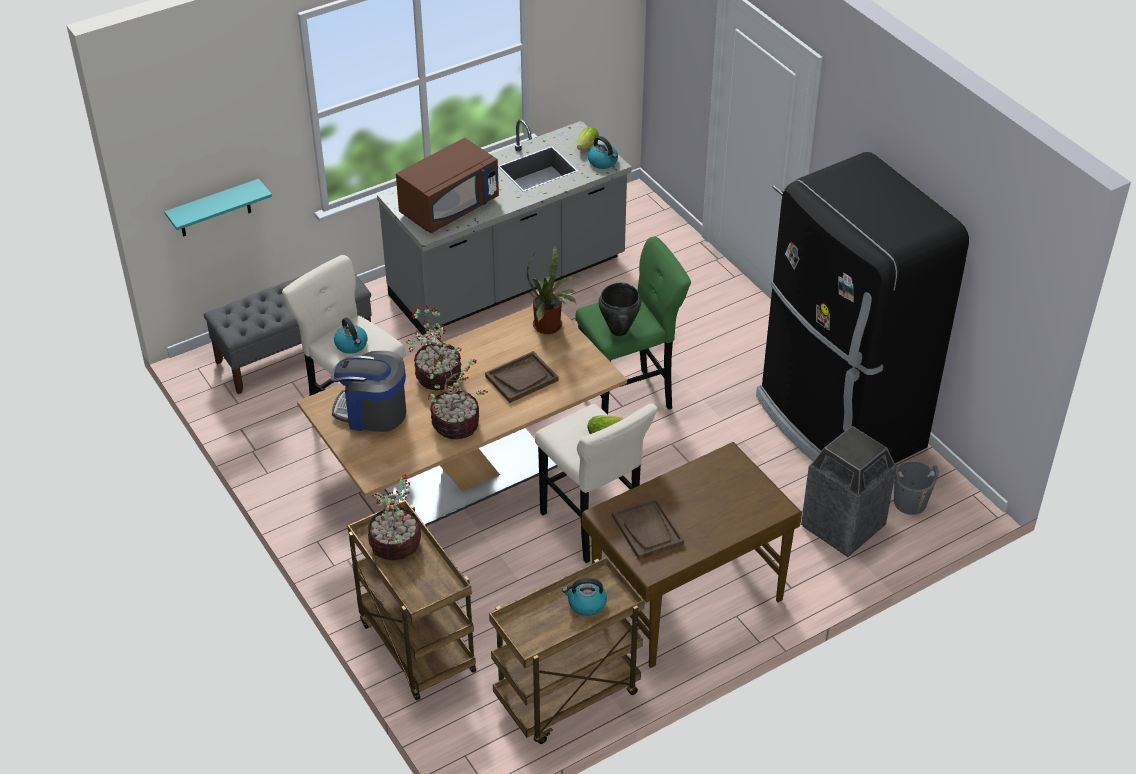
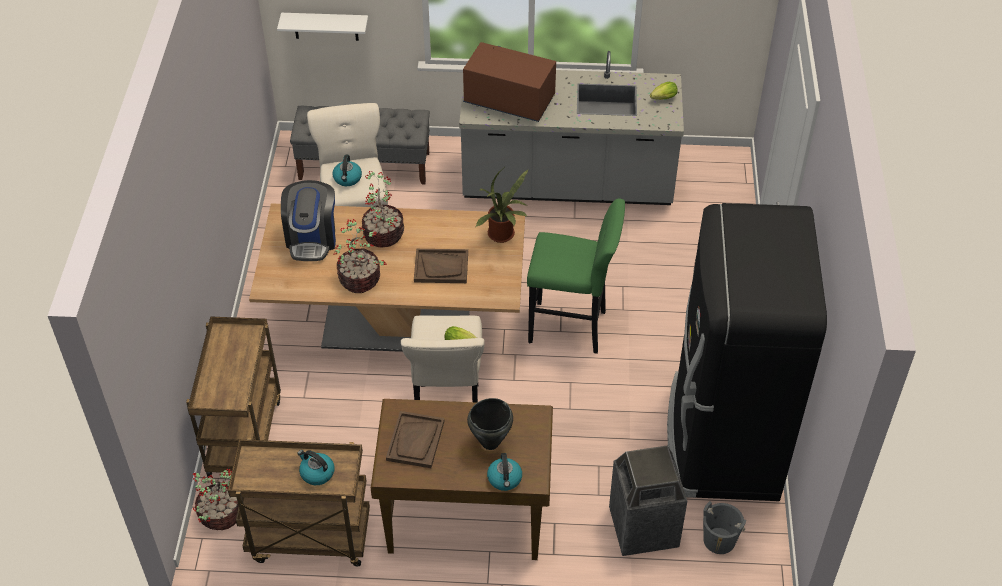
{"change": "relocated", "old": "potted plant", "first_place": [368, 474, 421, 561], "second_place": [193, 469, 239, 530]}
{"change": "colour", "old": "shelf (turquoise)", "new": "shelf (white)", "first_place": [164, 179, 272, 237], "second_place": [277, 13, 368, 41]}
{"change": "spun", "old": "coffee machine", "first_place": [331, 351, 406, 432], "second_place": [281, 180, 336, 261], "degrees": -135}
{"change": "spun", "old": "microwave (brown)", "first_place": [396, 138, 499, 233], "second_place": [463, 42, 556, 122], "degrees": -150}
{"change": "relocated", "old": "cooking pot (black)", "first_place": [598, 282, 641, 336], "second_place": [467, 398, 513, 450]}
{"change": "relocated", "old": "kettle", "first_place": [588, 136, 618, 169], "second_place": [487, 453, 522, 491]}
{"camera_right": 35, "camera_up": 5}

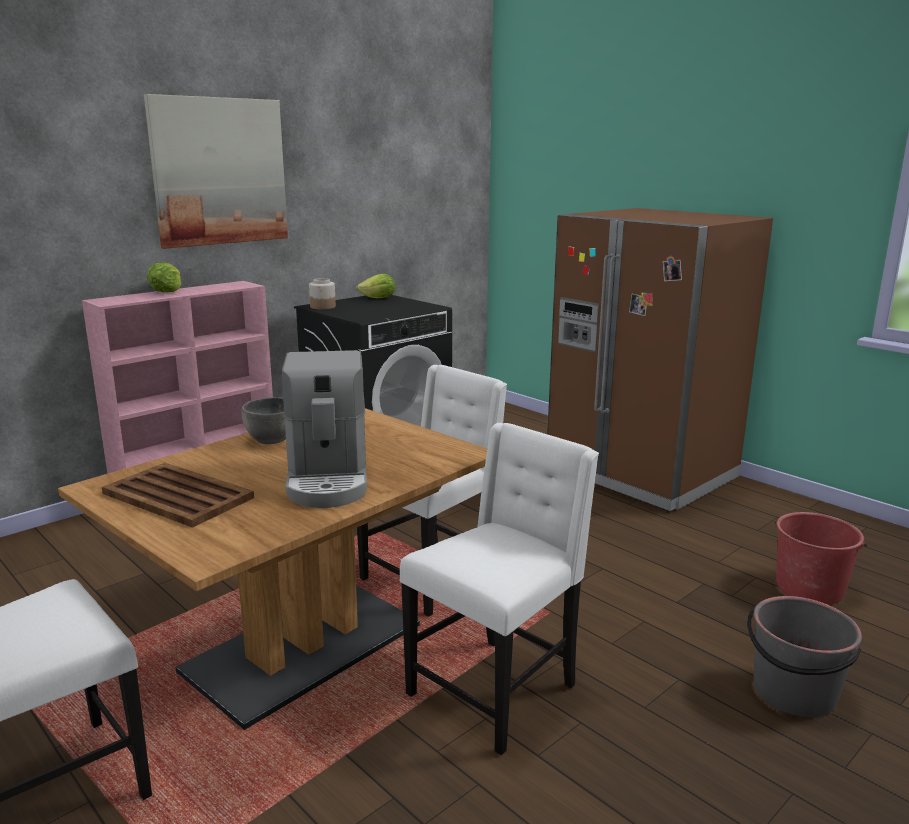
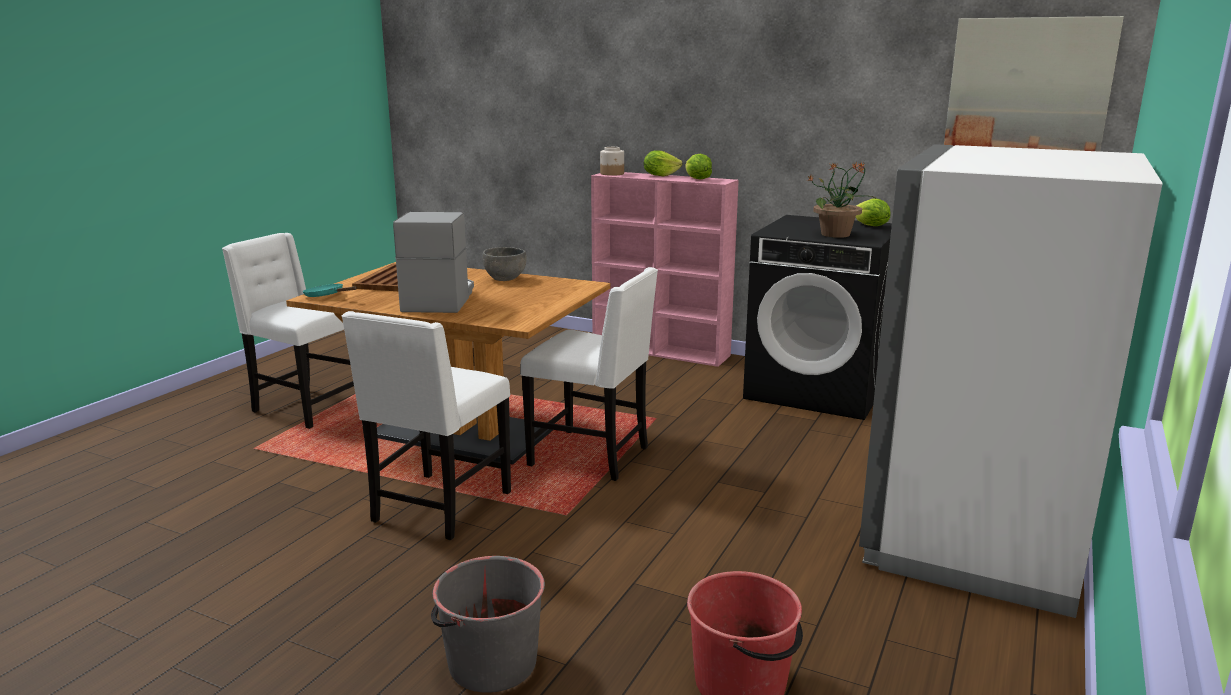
{"change": "appeared", "new": "frying pan (turquoise)", "second_place": [303, 283, 357, 297]}
{"change": "spun", "old": "chair (white)", "first_place": [400, 423, 599, 755], "second_place": [342, 311, 511, 540], "degrees": 90}
{"change": "spun", "old": "coffee machine", "first_place": [282, 350, 367, 508], "second_place": [393, 212, 474, 313], "degrees": 120}
{"change": "relocated", "old": "jar", "first_place": [309, 278, 336, 310], "second_place": [600, 147, 624, 176]}
{"change": "appeared", "new": "lettuce", "second_place": [685, 154, 712, 180]}
{"change": "appeared", "new": "potted plant", "second_place": [807, 161, 875, 238]}
{"change": "colour", "old": "fridge (brown)", "new": "fridge (white)", "first_place": [547, 208, 773, 511], "second_place": [859, 144, 1163, 618]}
{"change": "relocated", "old": "picture", "first_place": [144, 94, 288, 249], "second_place": [944, 16, 1124, 151]}
{"camera_right": 70, "camera_up": 0}

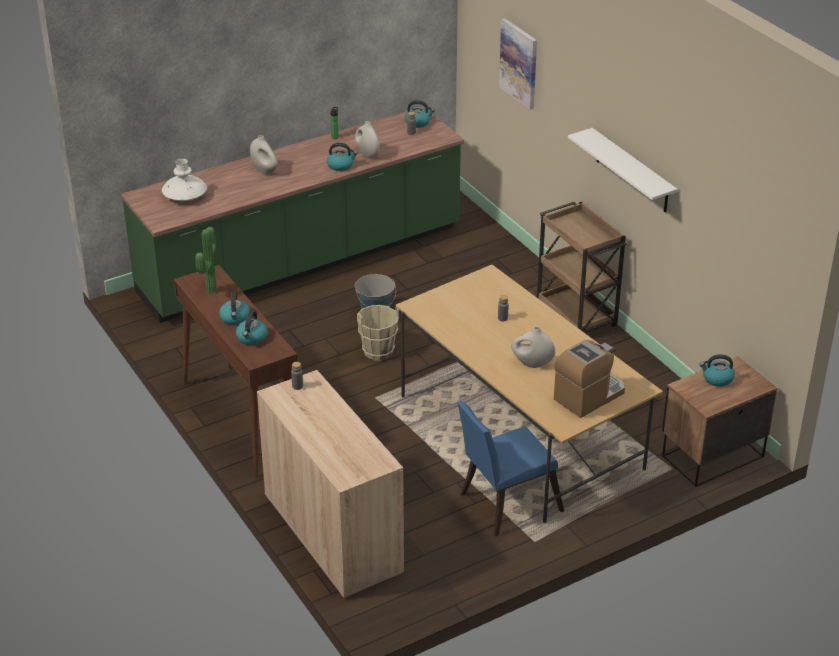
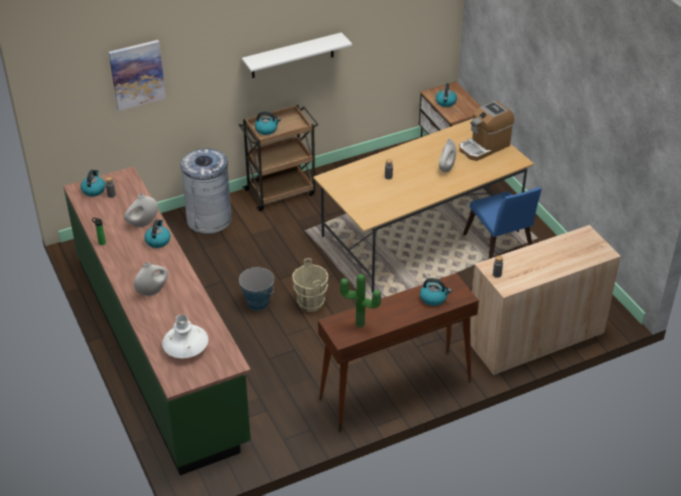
{"change": "appeared", "new": "trash can (grey)", "second_place": [181, 149, 231, 234]}
{"change": "relocated", "old": "kettle", "first_place": [219, 292, 250, 326], "second_place": [255, 111, 281, 135]}
{"change": "spun", "old": "coffee machine", "first_place": [554, 340, 625, 418], "second_place": [459, 101, 514, 161], "degrees": -90}
{"camera_right": -85, "camera_up": 5}

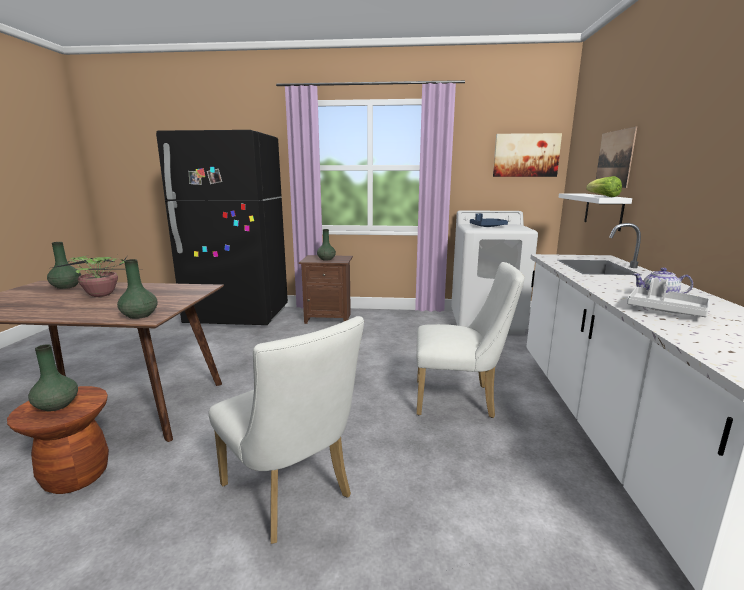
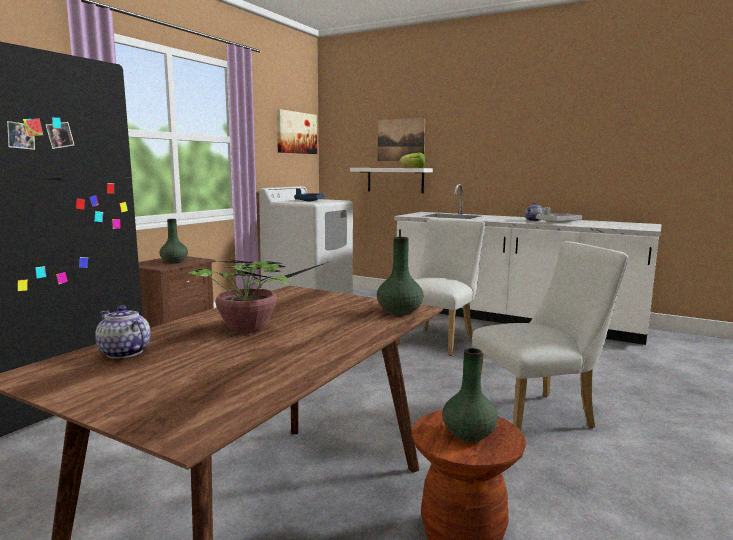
{"change": "exchanged", "old": "vase (green)", "new": "teapot", "first_place": [47, 242, 81, 289], "second_place": [95, 305, 151, 359]}
{"camera_right": -65, "camera_up": -5}

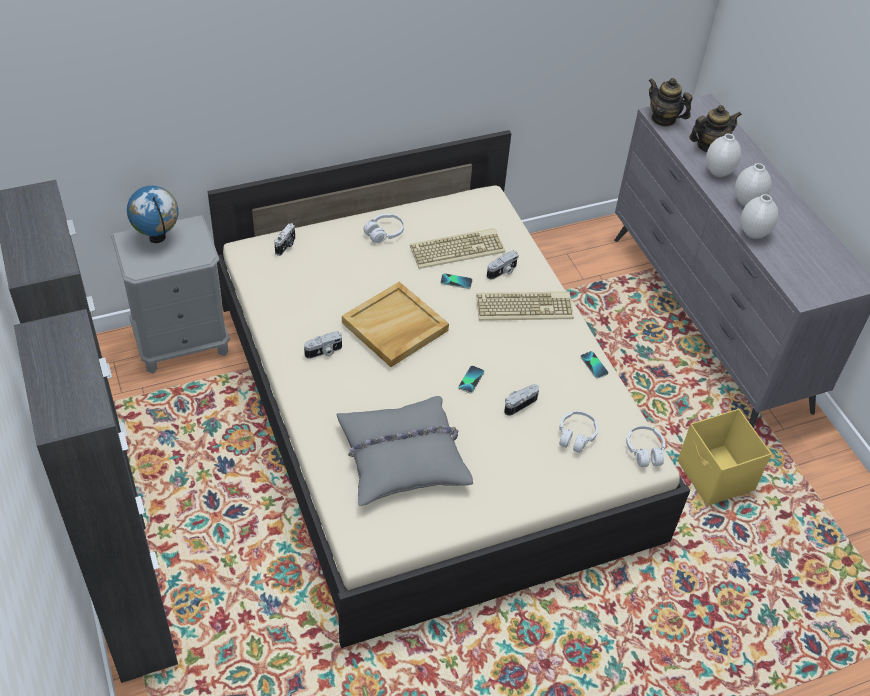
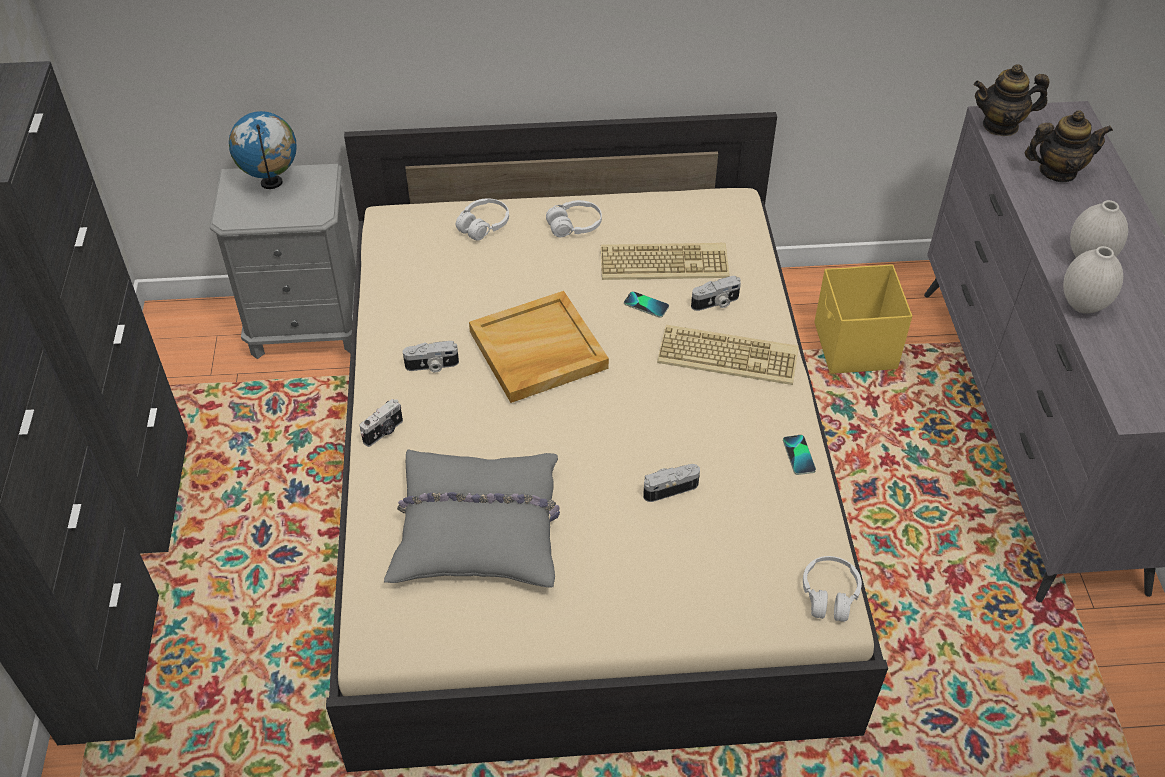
{"change": "relocated", "old": "photo camera", "first_place": [274, 223, 295, 256], "second_place": [360, 399, 403, 447]}
{"change": "relocated", "old": "headphones (white)", "first_place": [559, 411, 598, 453], "second_place": [456, 198, 509, 240]}
{"change": "relocated", "old": "storage box (yellow)", "first_place": [677, 409, 772, 506], "second_place": [815, 264, 912, 374]}
{"change": "spun", "old": "teapot", "first_place": [648, 78, 693, 126], "second_place": [974, 64, 1049, 136], "degrees": -60}
{"change": "missing", "old": "phone", "first_place": [458, 366, 484, 393]}
{"change": "missing", "old": "vase (white)", "first_place": [706, 134, 741, 177]}
{"camera_right": 20, "camera_up": 0}

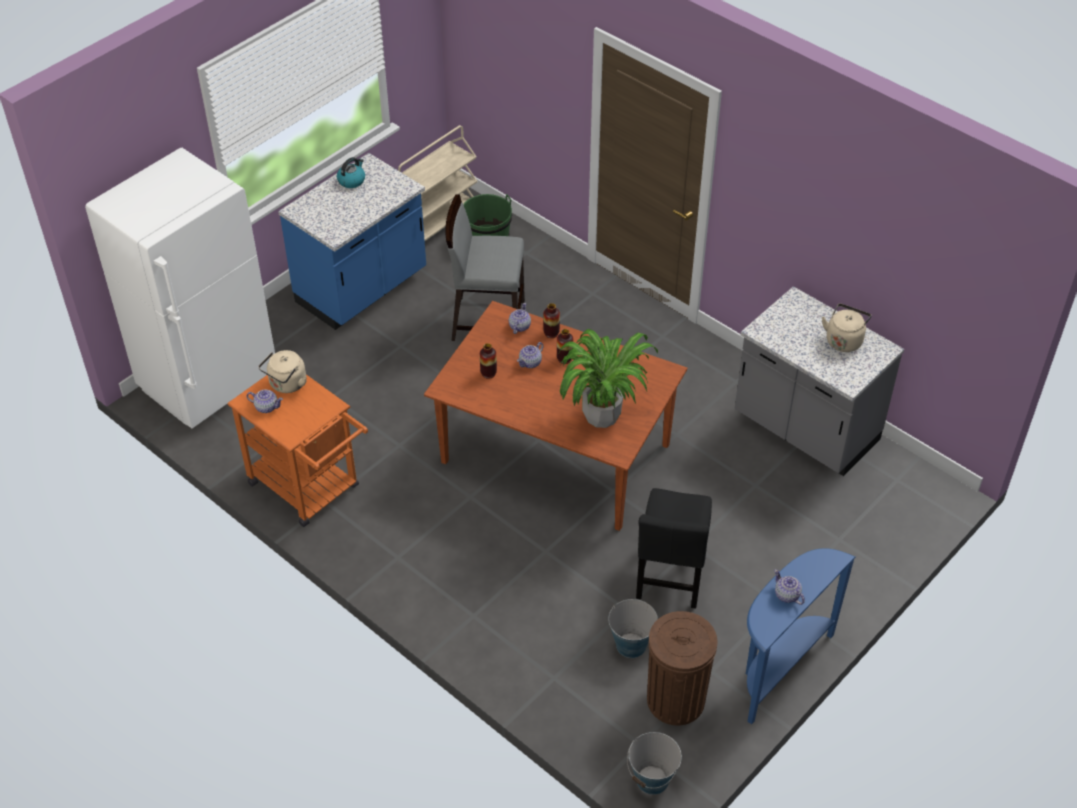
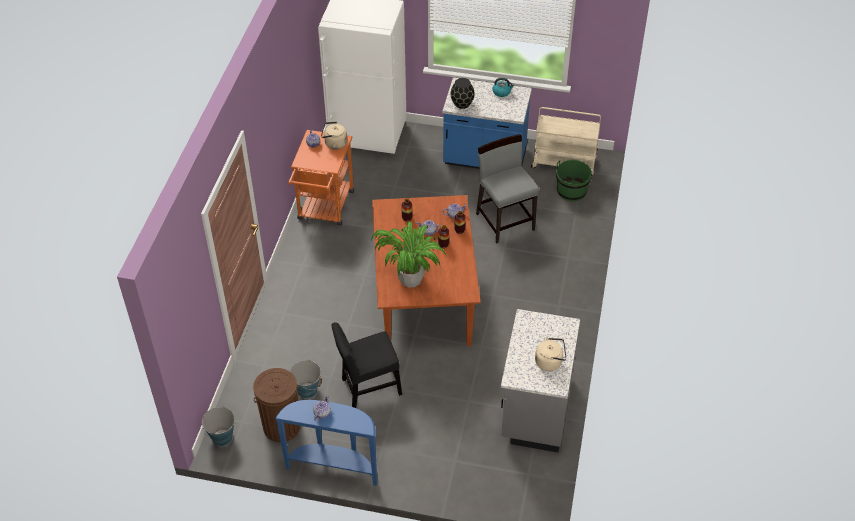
{"change": "appeared", "new": "vase (black)", "second_place": [450, 78, 475, 109]}
{"camera_right": 60, "camera_up": 0}

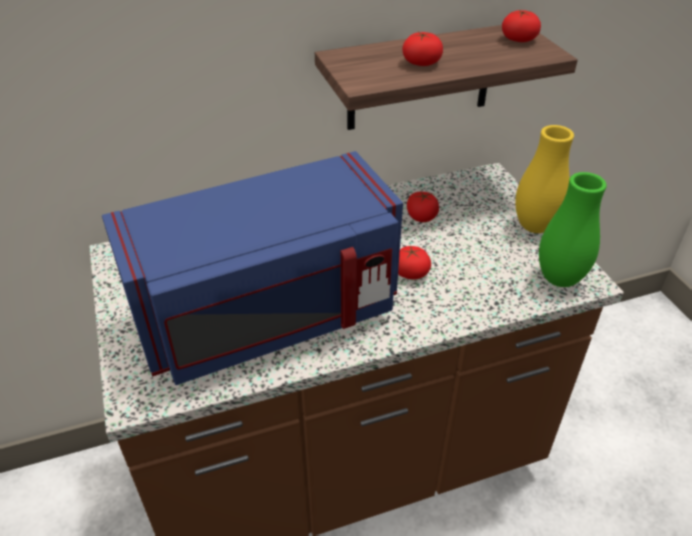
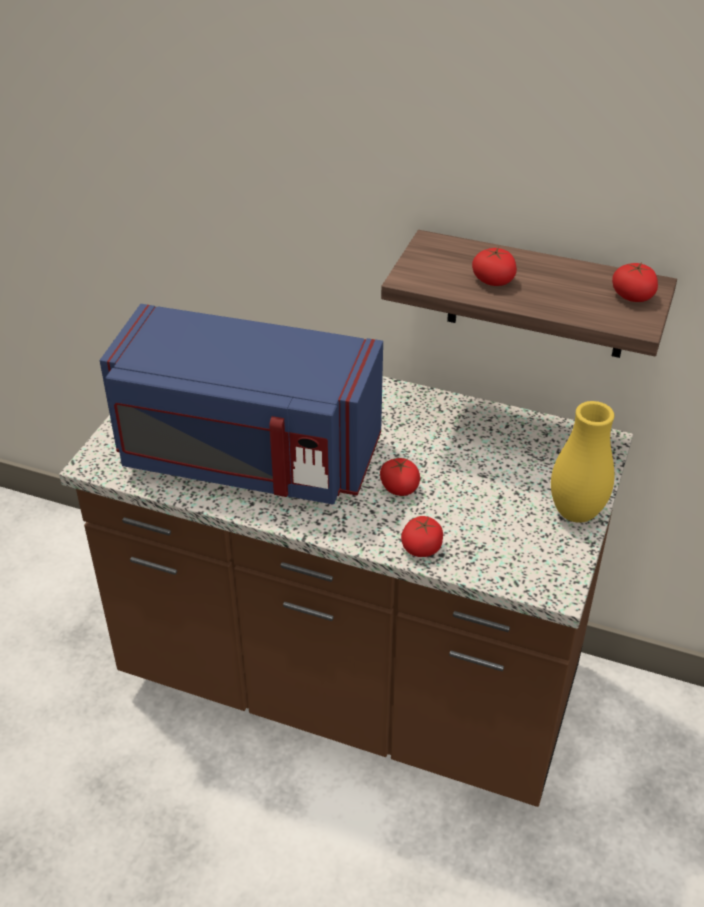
{"change": "relocated", "old": "tomato", "first_place": [407, 191, 439, 222], "second_place": [401, 516, 443, 557]}
{"change": "missing", "old": "vase (green)", "first_place": [539, 172, 607, 287]}
{"camera_right": 40, "camera_up": 0}

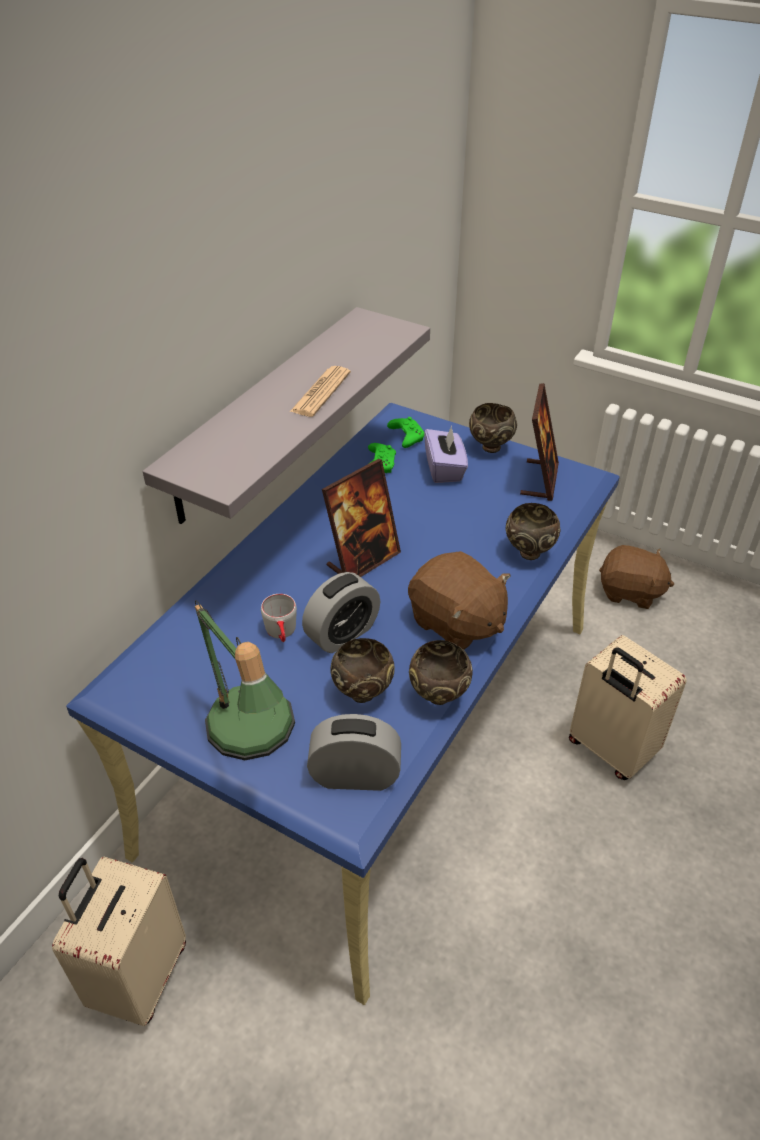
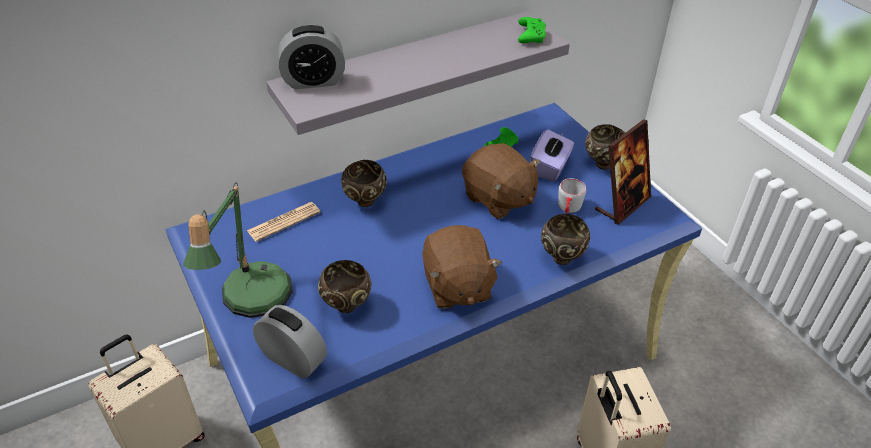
{"change": "relocated", "old": "newspaper", "first_place": [290, 366, 351, 417], "second_place": [247, 202, 320, 242]}
{"change": "relocated", "old": "alarm clock", "first_place": [302, 572, 380, 653], "second_place": [278, 25, 345, 89]}
{"change": "relocated", "old": "bowl (brown)", "first_place": [409, 640, 473, 705], "second_place": [341, 160, 387, 207]}
{"change": "relocated", "old": "plush toy (brown)", "first_place": [599, 545, 674, 609], "second_place": [462, 143, 541, 219]}
{"change": "relocated", "old": "game controller (green)", "first_place": [387, 417, 424, 448], "second_place": [518, 17, 546, 43]}
{"change": "relocated", "old": "mug (grey)", "first_place": [261, 594, 297, 642], "second_place": [558, 178, 586, 214]}
{"change": "missing", "old": "picture frame", "first_place": [322, 459, 401, 577]}
{"camera_right": 30, "camera_up": 0}

